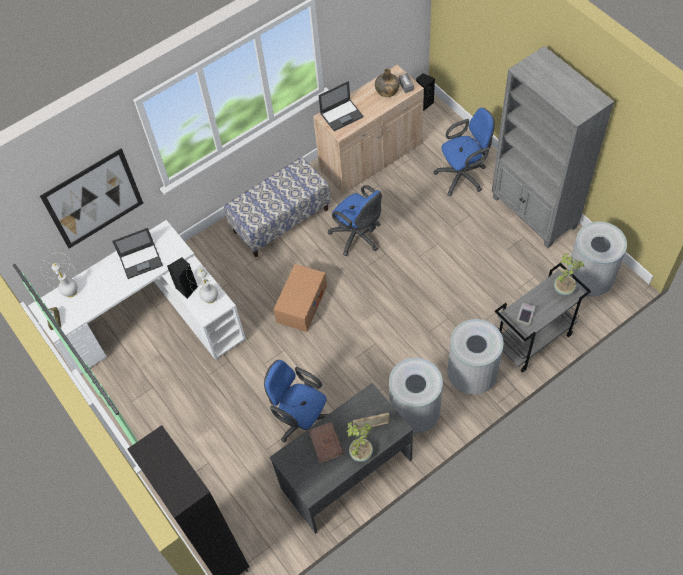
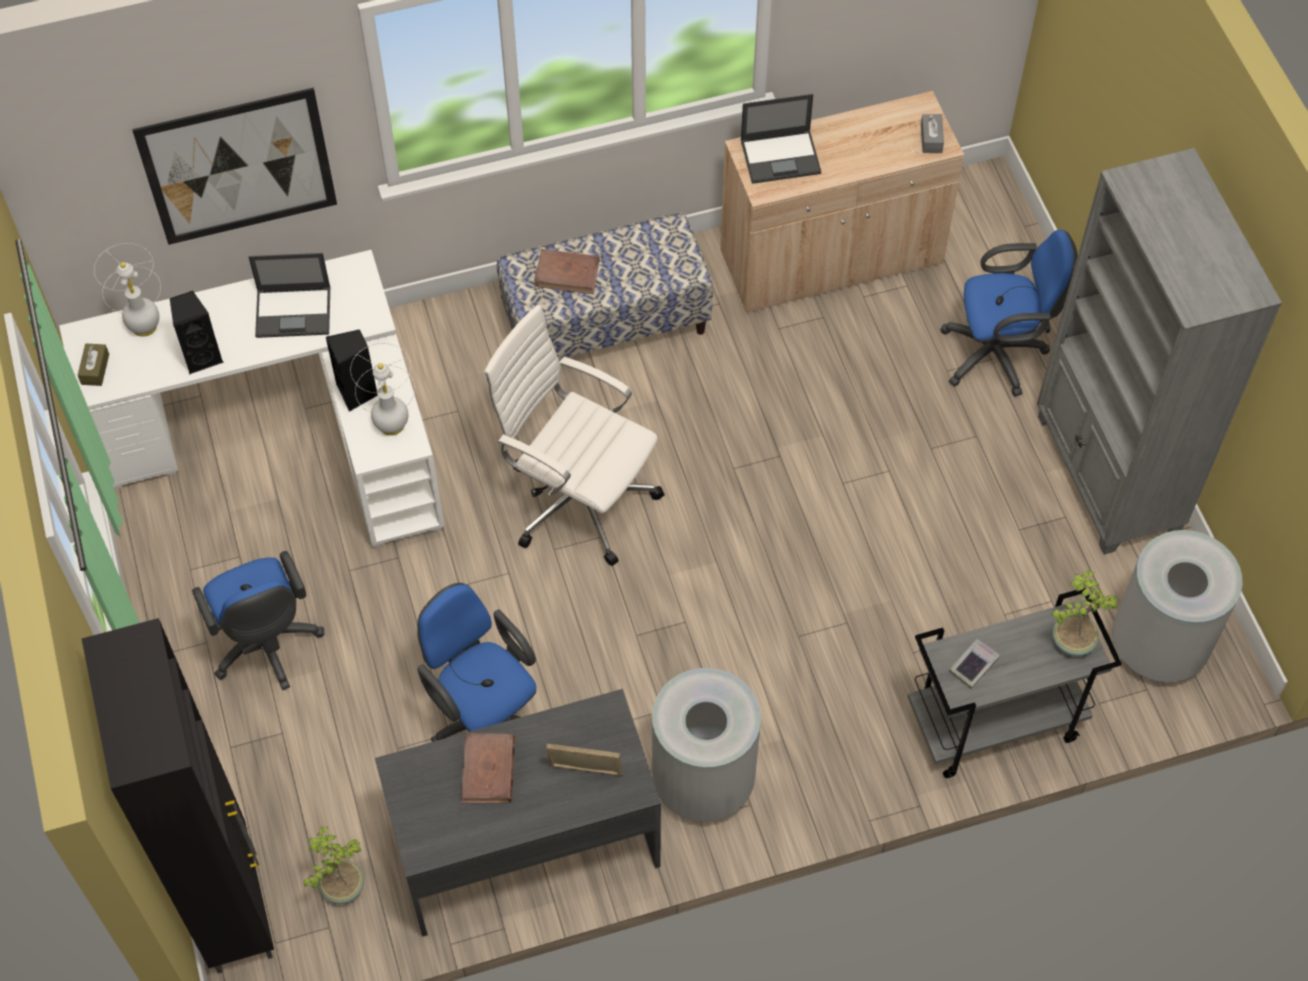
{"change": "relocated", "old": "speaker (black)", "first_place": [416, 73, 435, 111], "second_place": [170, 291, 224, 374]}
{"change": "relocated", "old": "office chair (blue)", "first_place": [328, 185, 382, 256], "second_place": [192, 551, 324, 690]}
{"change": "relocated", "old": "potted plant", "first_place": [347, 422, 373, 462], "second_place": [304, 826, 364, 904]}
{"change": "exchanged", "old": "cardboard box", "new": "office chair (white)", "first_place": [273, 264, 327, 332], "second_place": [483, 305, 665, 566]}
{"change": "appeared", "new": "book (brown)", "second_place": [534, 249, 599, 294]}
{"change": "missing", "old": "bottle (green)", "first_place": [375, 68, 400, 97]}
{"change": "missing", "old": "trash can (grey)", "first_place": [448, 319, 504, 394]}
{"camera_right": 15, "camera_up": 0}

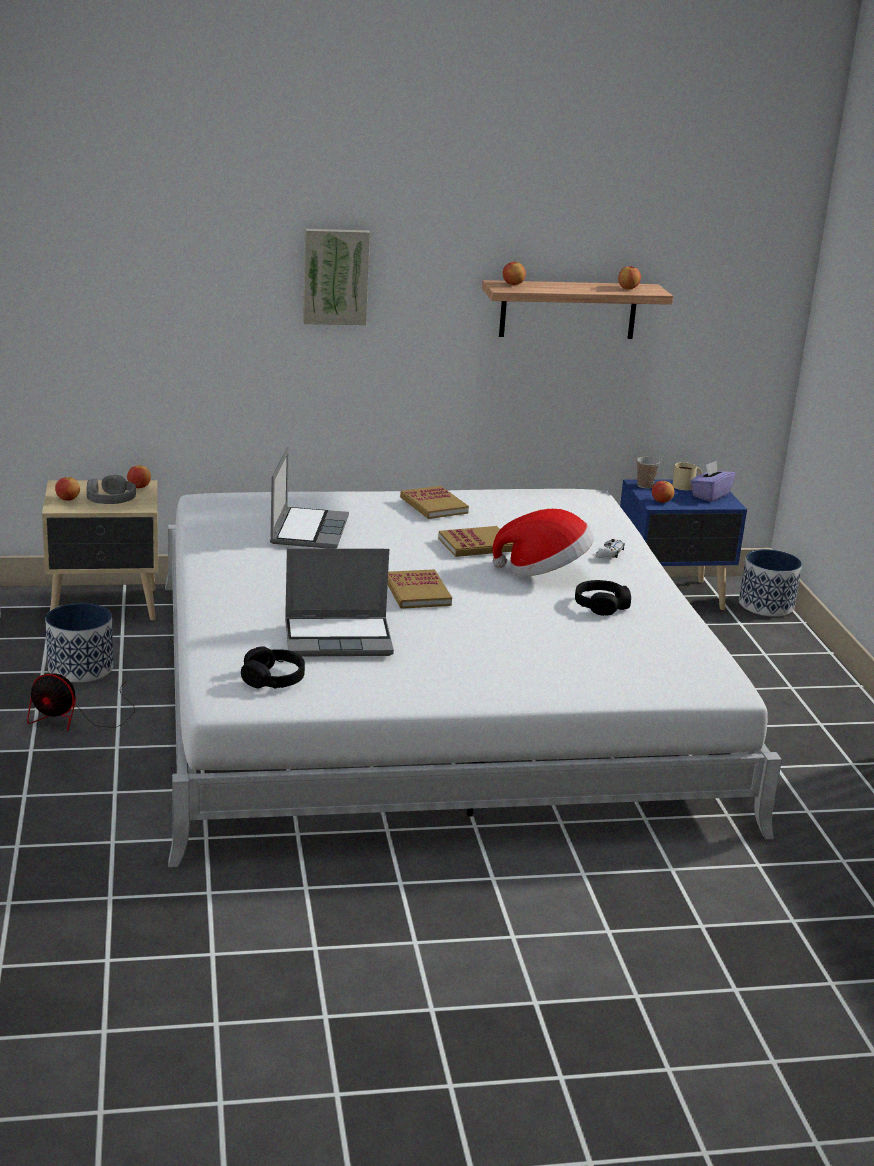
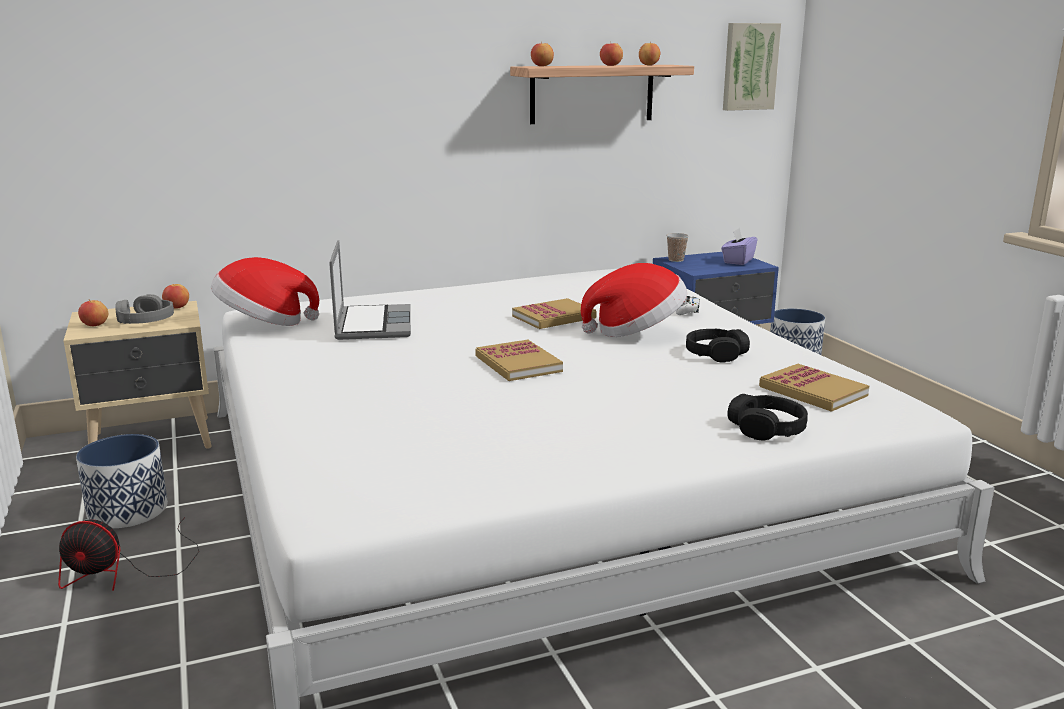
{"change": "appeared", "new": "hat", "second_place": [211, 257, 319, 326]}
{"change": "relocated", "old": "apple", "first_place": [652, 481, 675, 503], "second_place": [600, 41, 623, 66]}
{"change": "relocated", "old": "picture", "first_place": [303, 229, 370, 325], "second_place": [723, 23, 781, 111]}
{"change": "relocated", "old": "headphones (black)", "first_place": [241, 646, 305, 689], "second_place": [727, 394, 808, 440]}
{"change": "relocated", "old": "book", "first_place": [400, 486, 469, 519], "second_place": [759, 364, 869, 412]}
{"change": "missing", "old": "laptop", "first_place": [285, 548, 394, 656]}
{"change": "missing", "old": "mug (beige)", "first_place": [672, 462, 702, 490]}
{"camera_right": -10, "camera_up": -5}

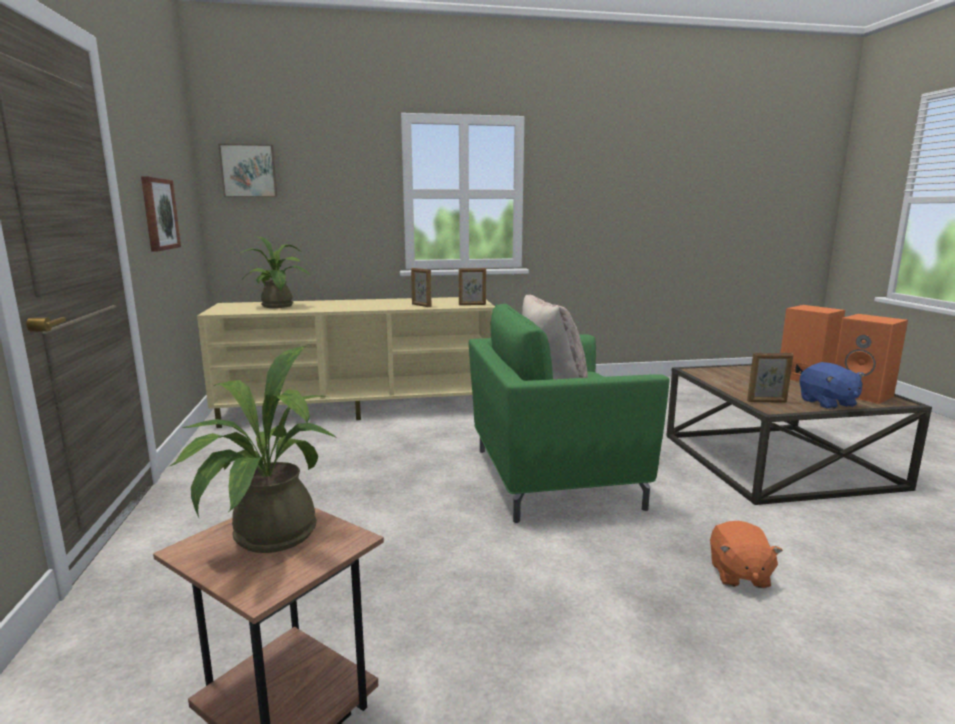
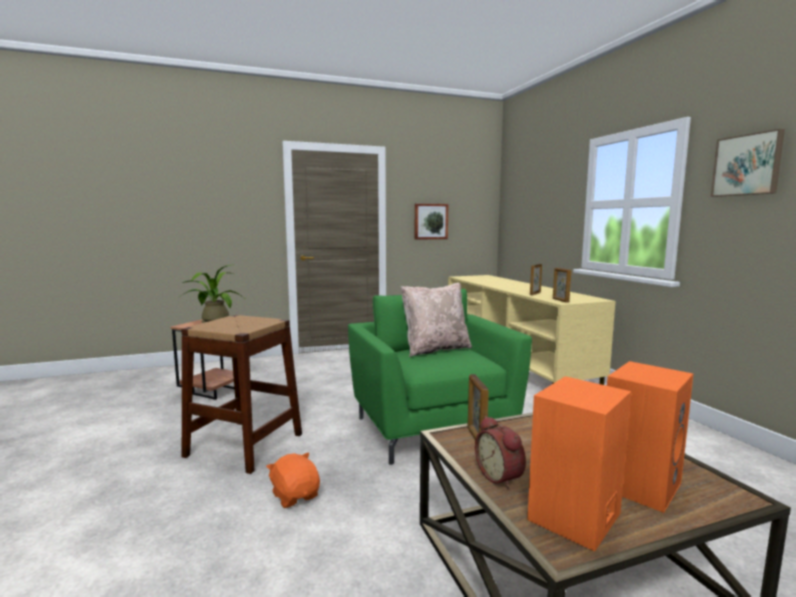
{"change": "appeared", "new": "stool (brown)", "second_place": [181, 315, 302, 474]}
{"change": "spun", "old": "plush toy (orange)", "first_place": [710, 521, 783, 588], "second_place": [266, 452, 320, 508], "degrees": 60}
{"change": "exchanged", "old": "plush toy (blue)", "new": "alarm clock", "first_place": [800, 362, 865, 410], "second_place": [475, 416, 526, 489]}
{"change": "relocated", "old": "picture", "first_place": [218, 144, 277, 197], "second_place": [711, 129, 785, 197]}
{"change": "missing", "old": "potted plant", "first_place": [239, 236, 311, 308]}
{"camera_right": 80, "camera_up": -5}

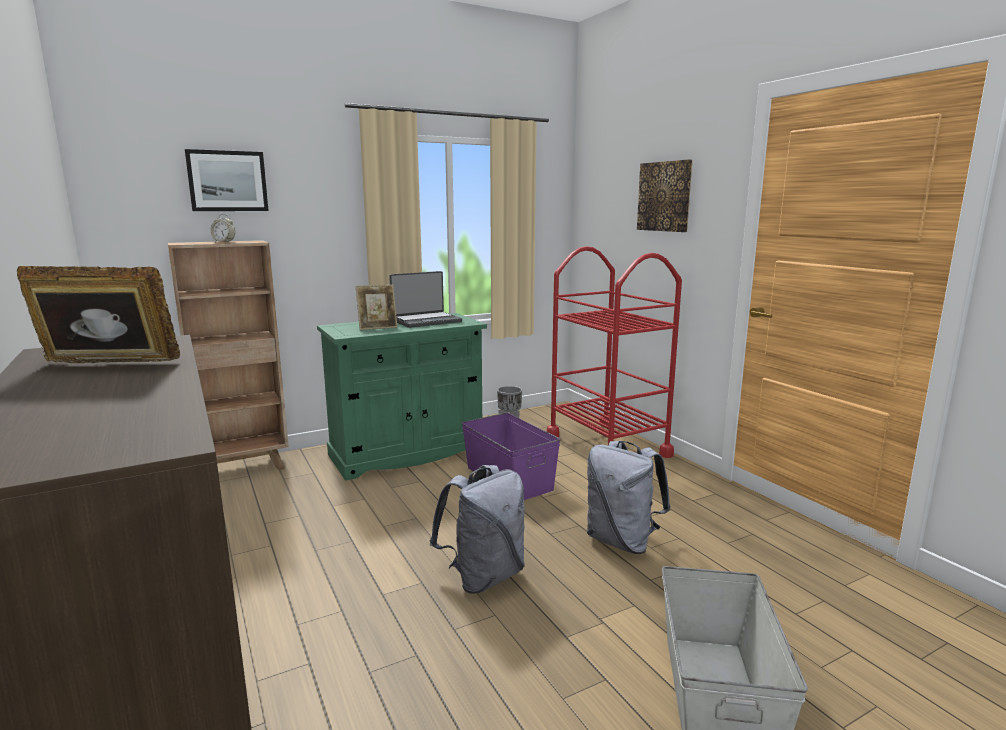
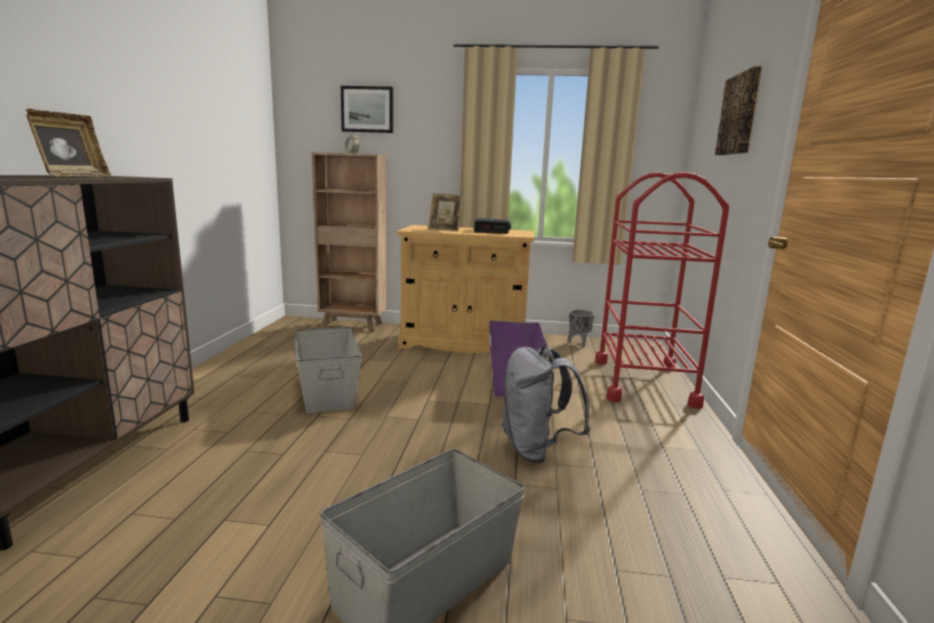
{"change": "spun", "old": "picture frame", "first_place": [17, 266, 180, 363], "second_place": [26, 108, 111, 177], "degrees": 60}
{"change": "appeared", "new": "storage box (grey)", "second_place": [294, 327, 362, 414]}
{"change": "colour", "old": "cabinet (green)", "new": "cabinet (beige)", "first_place": [317, 313, 487, 481], "second_place": [397, 225, 534, 353]}
{"change": "exchanged", "old": "laptop", "new": "alarm clock", "first_place": [389, 271, 462, 328], "second_place": [474, 218, 511, 234]}
{"change": "missing", "old": "backpack (grey)", "first_place": [429, 465, 525, 594]}
{"camera_right": 35, "camera_up": 0}

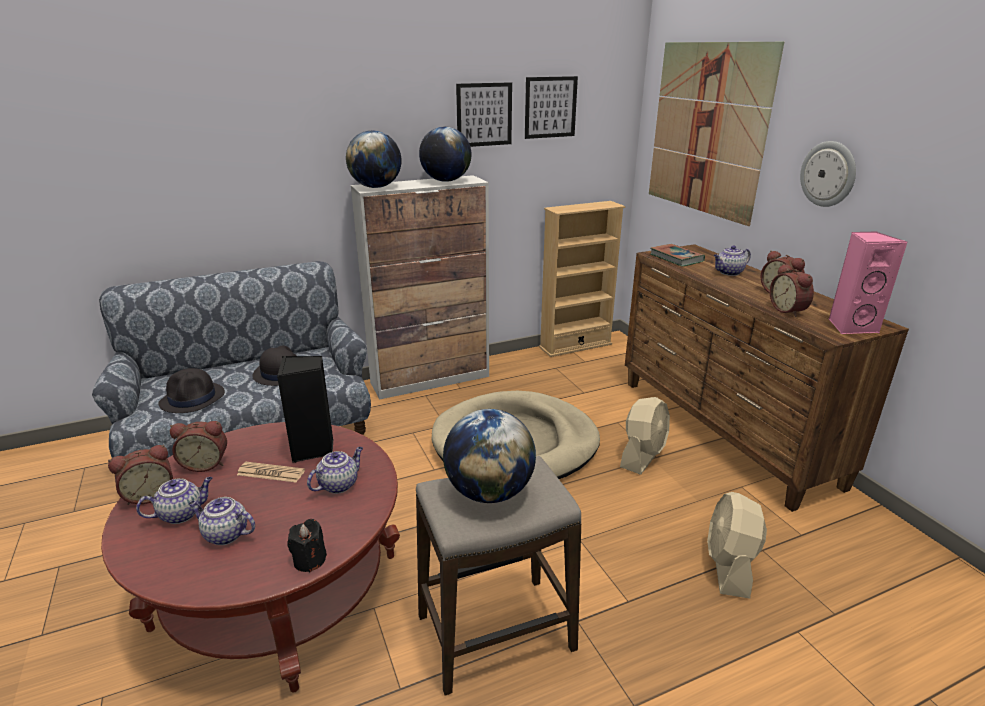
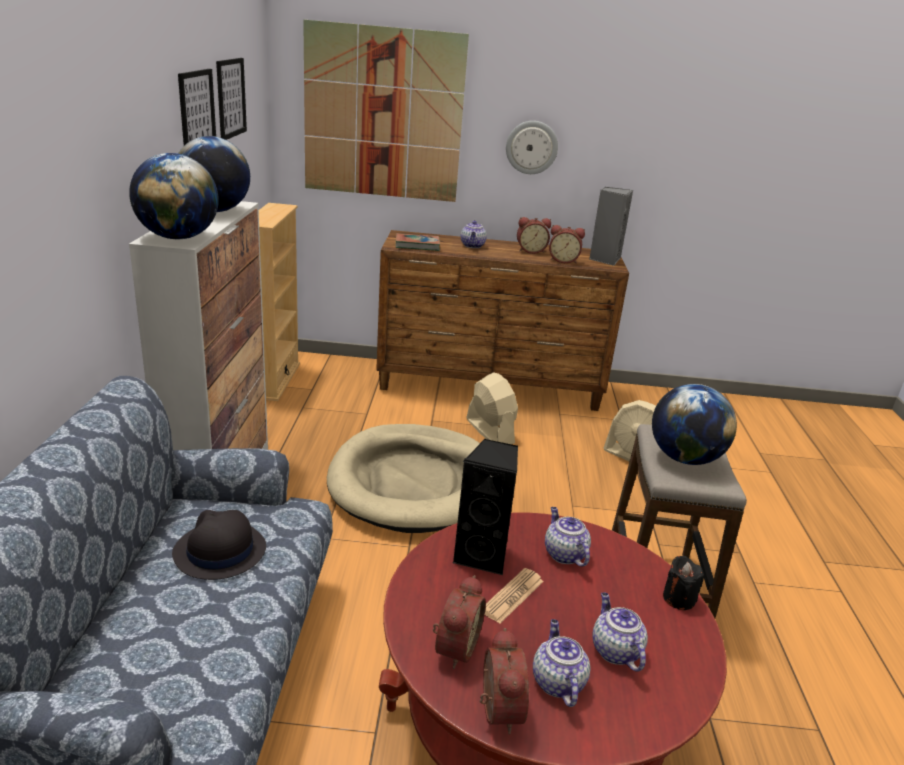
{"change": "colour", "old": "speaker (pink)", "new": "speaker (grey)", "first_place": [829, 231, 907, 334], "second_place": [589, 187, 633, 266]}
{"change": "spun", "old": "teapot", "first_place": [188, 497, 255, 545], "second_place": [592, 592, 648, 672], "degrees": 120}
{"change": "missing", "old": "hat (black)", "first_place": [158, 368, 225, 413]}
{"camera_right": -65, "camera_up": 0}

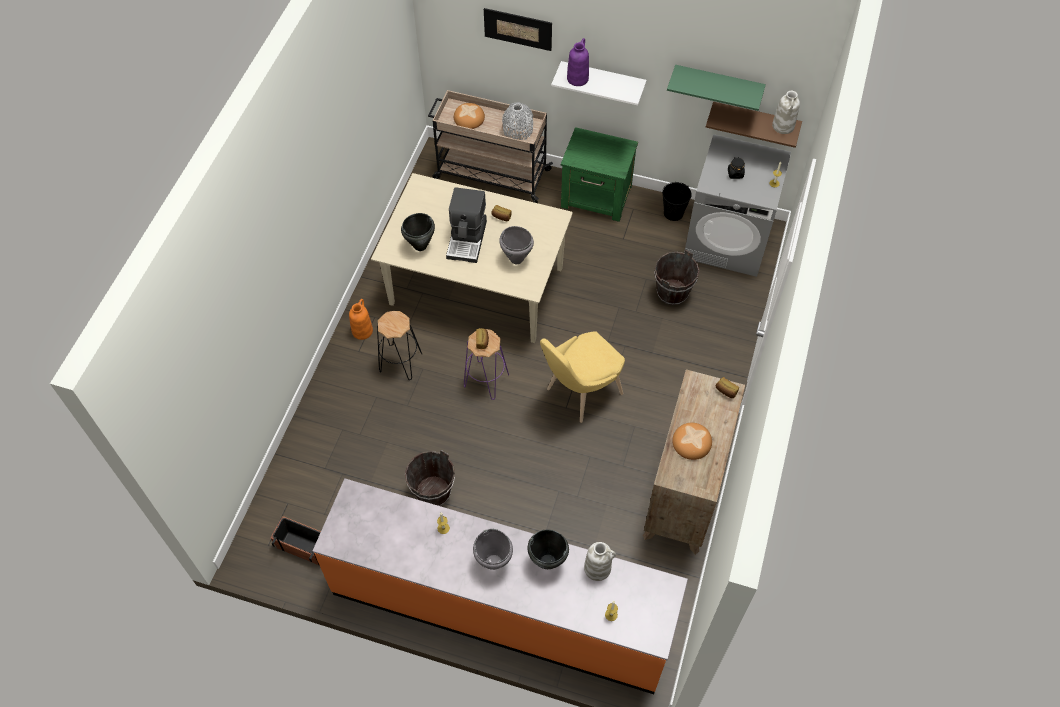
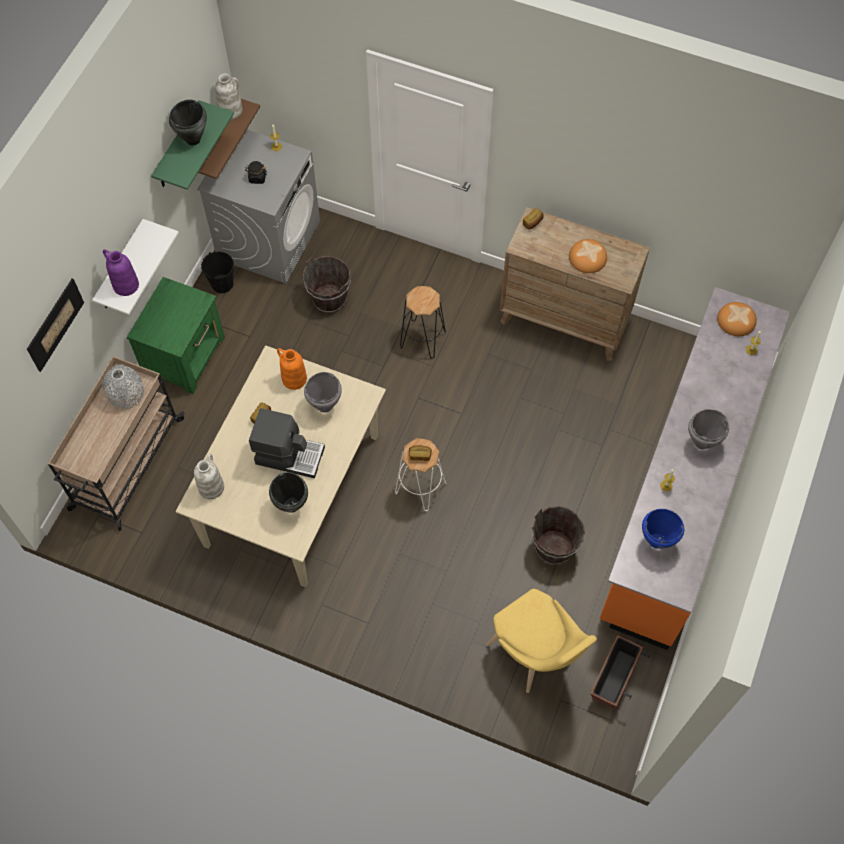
{"change": "relocated", "old": "cooking pot (black)", "first_place": [527, 530, 569, 569], "second_place": [169, 100, 207, 145]}
{"change": "relocated", "old": "vase (white)", "first_place": [584, 542, 616, 581], "second_place": [194, 454, 224, 499]}
{"change": "relocated", "old": "vase (orange)", "first_place": [349, 299, 373, 340], "second_place": [277, 348, 307, 390]}
{"change": "colour", "old": "stool (purple)", "new": "stool (white)", "first_place": [464, 329, 509, 400], "second_place": [395, 438, 446, 511]}
{"change": "relocated", "old": "stool (black)", "first_place": [377, 311, 422, 380], "second_place": [400, 286, 446, 359]}
{"change": "relocated", "old": "chair (yellow)", "first_place": [540, 332, 625, 423], "second_place": [486, 589, 597, 693]}
{"change": "appeared", "new": "cooking pot (blue)", "second_place": [642, 509, 684, 549]}
{"change": "relocated", "old": "bread", "first_place": [454, 103, 485, 129], "second_place": [717, 302, 757, 336]}
{"camera_right": -85, "camera_up": 5}

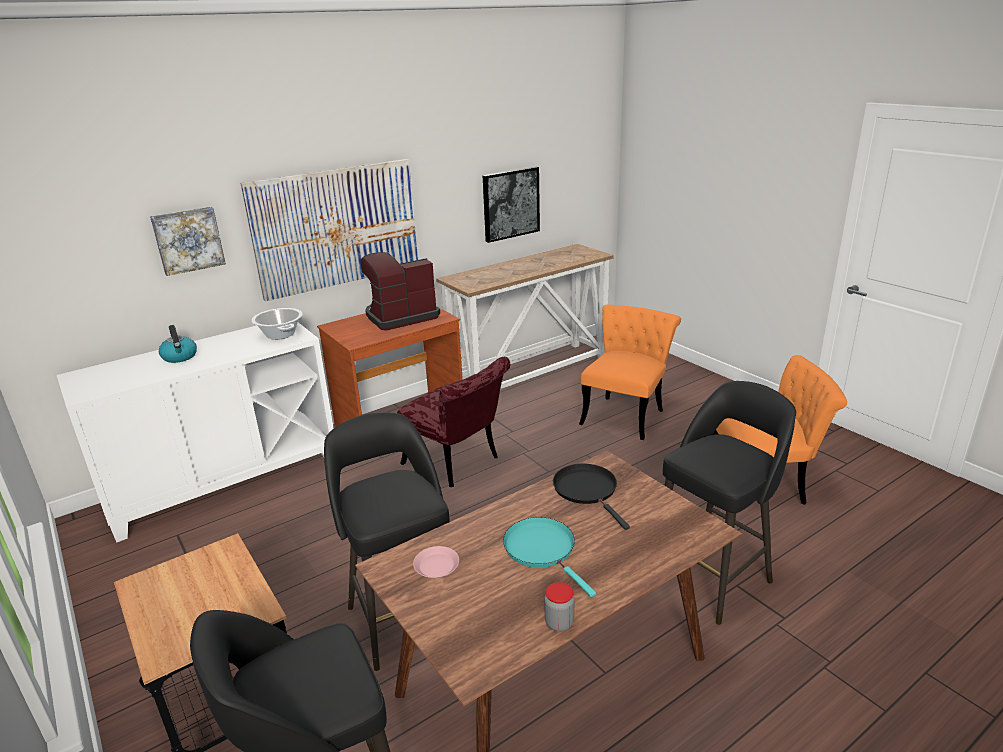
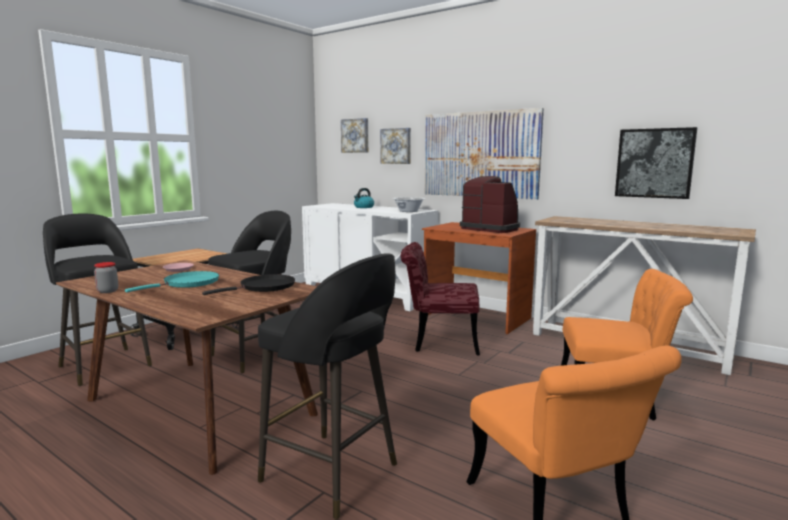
{"change": "appeared", "new": "picture", "second_place": [341, 118, 368, 153]}
{"change": "spun", "old": "chair (red)", "first_place": [397, 357, 510, 487], "second_place": [400, 242, 480, 356], "degrees": 75}
{"camera_right": 70, "camera_up": -15}

